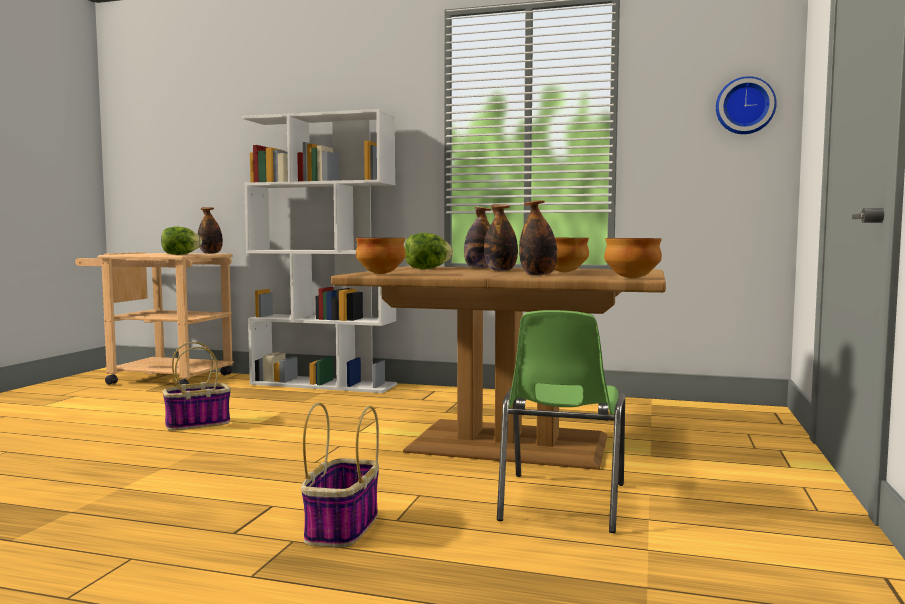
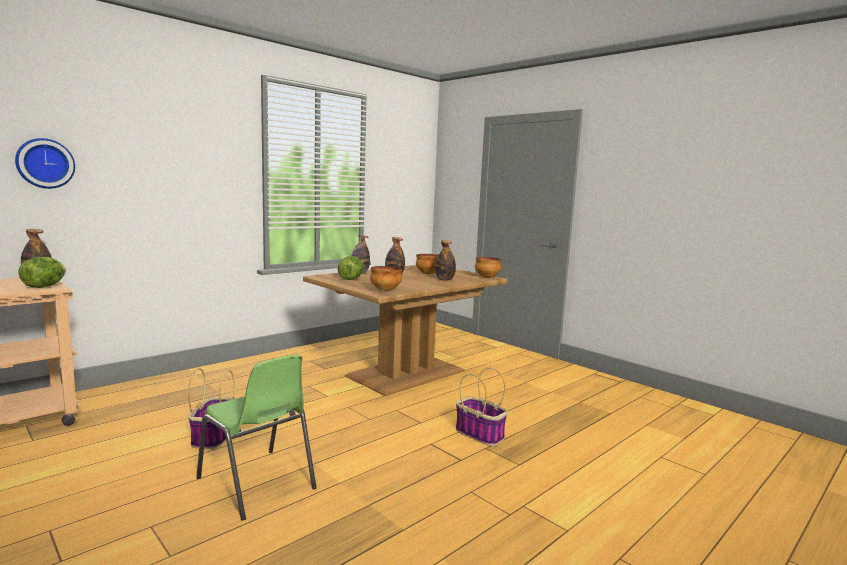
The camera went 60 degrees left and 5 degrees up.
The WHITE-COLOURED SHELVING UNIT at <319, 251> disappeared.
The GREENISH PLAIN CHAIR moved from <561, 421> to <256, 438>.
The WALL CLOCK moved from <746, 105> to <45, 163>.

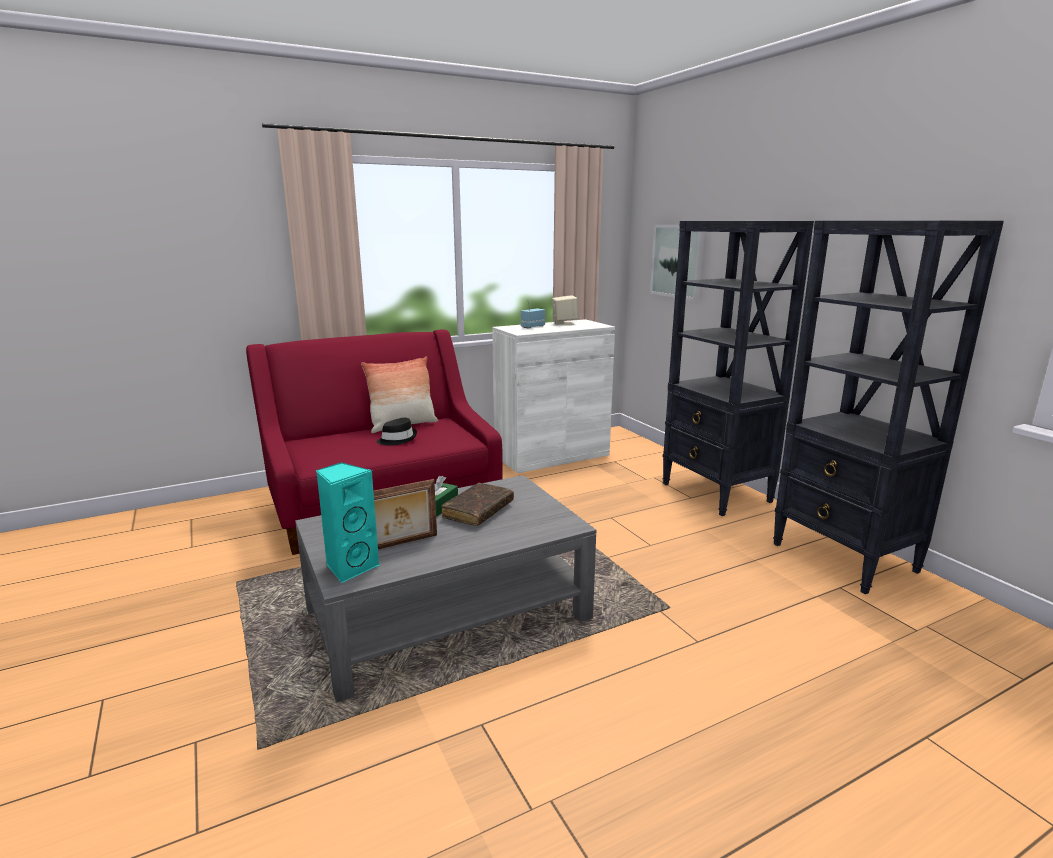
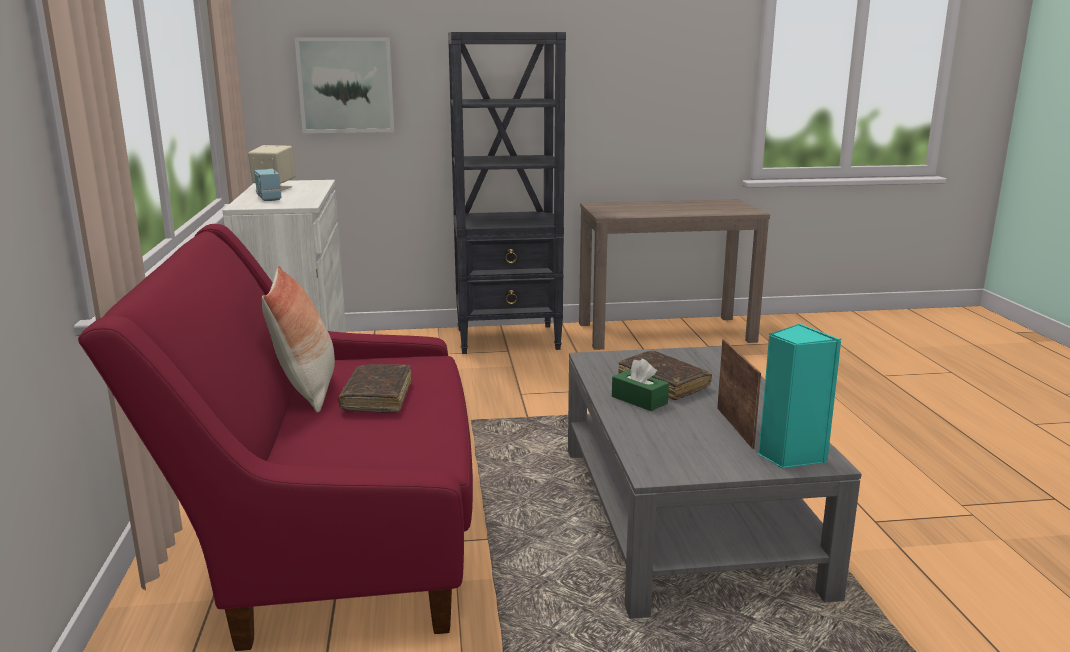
The camera went 70 degrees left and 0 degrees up.
The BLACKISH WEARABLE HAT at <396, 432> was replaced by the BROWN-COLOURED BOUND BOOK at <374, 388>.
The BLACKISH SHELVING UNIT at <888, 407> was replaced by the BROWN-COLOURED CONSOLE TABLE at <674, 274>.

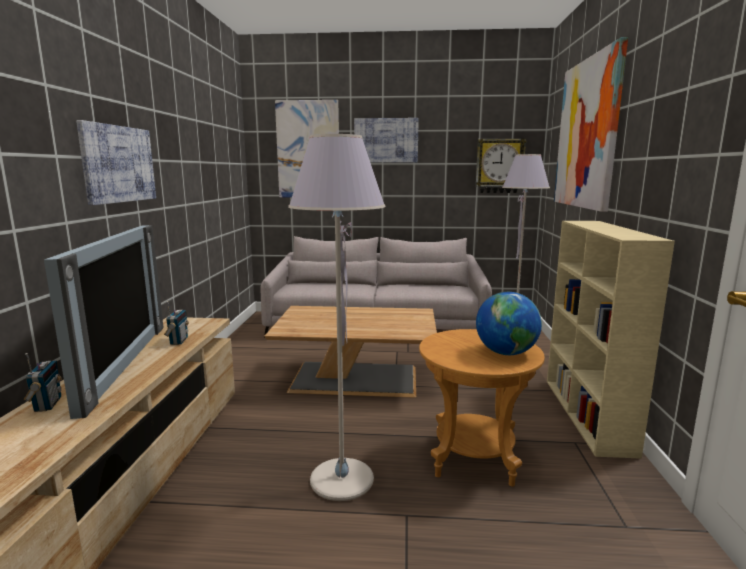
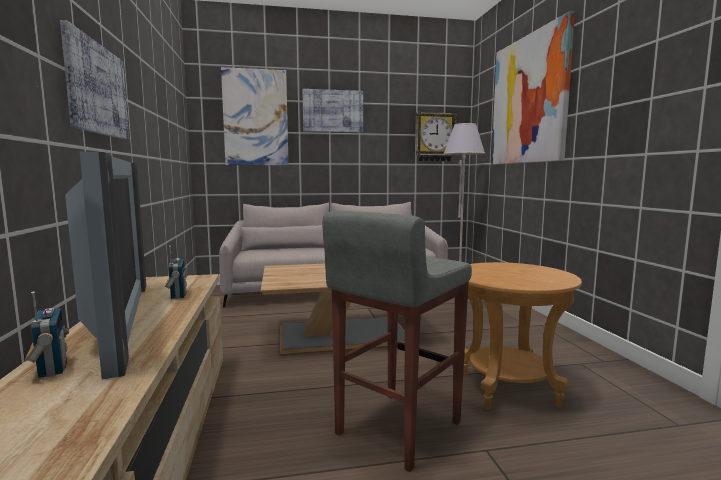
The camera went 15 degrees left and 5 degrees down.
The GREY STANDARD LAMP at <337, 317> was replaced by the GREY STOOL SEAT at <397, 341>.
The GLOBE at <509, 323> disappeared.
The BEIGE-COLOURED SHELVING UNIT at <611, 340> disappeared.

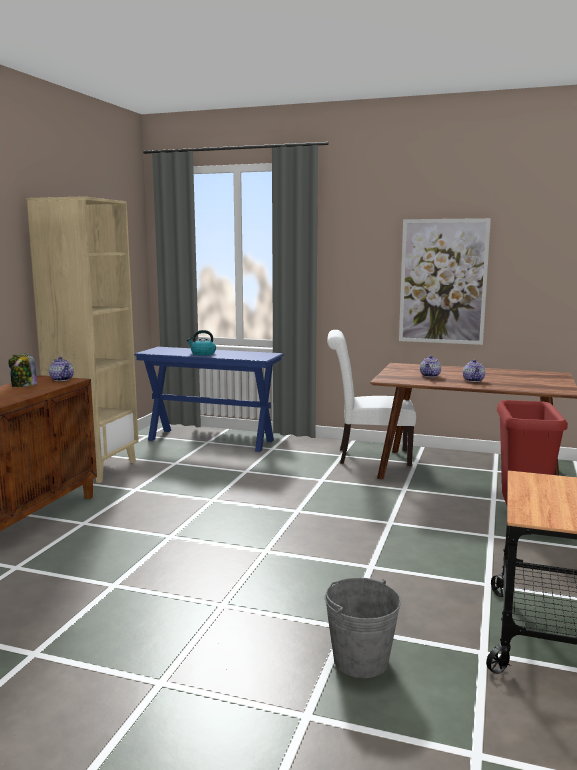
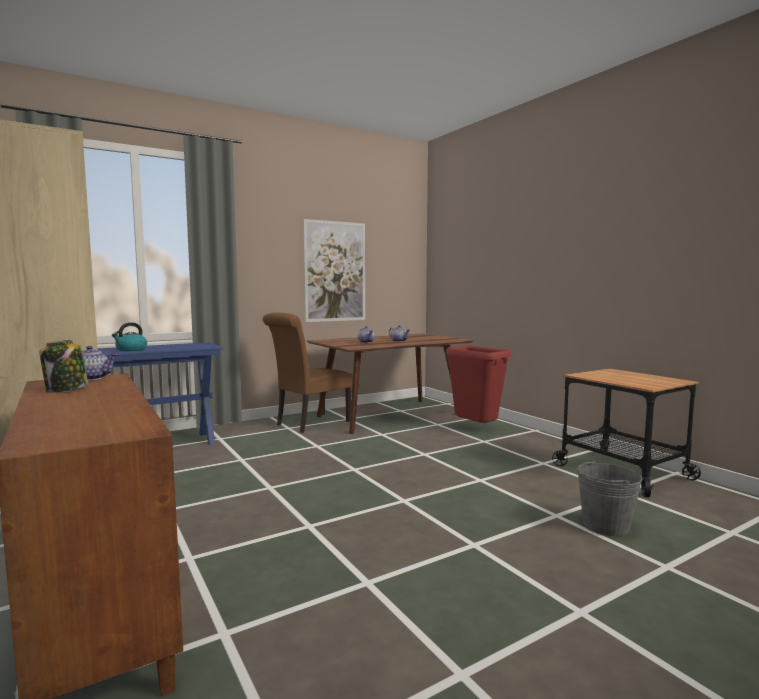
The camera went 50 degrees left and 5 degrees down.
The WHITE-COLOURED PLAIN CHAIR at <371, 398> became the BROWN-COLOURED PLAIN CHAIR at <308, 373>.

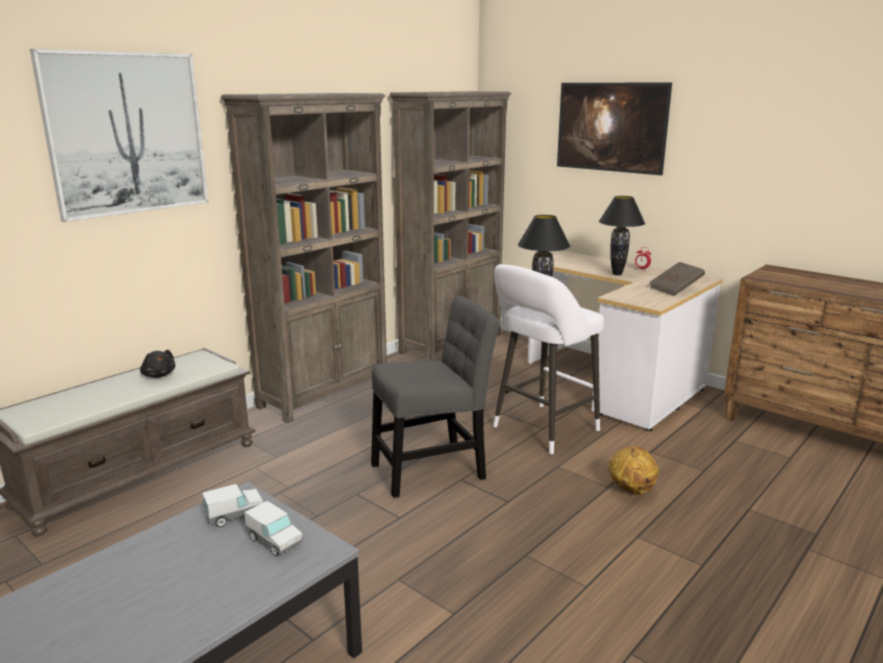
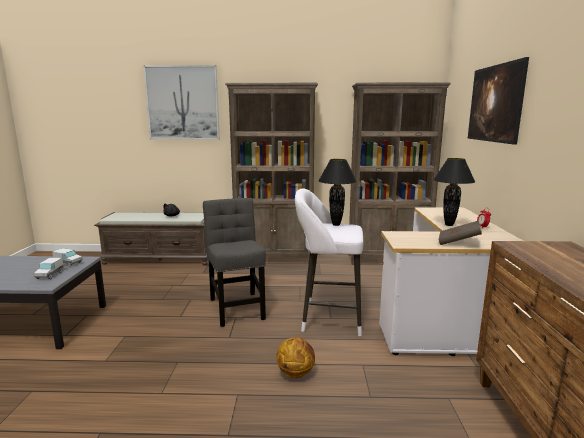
The camera went 50 degrees right and 5 degrees down.
The GREY PLAIN CHAIR at <435, 397> turned 135 degrees counterclockwise.

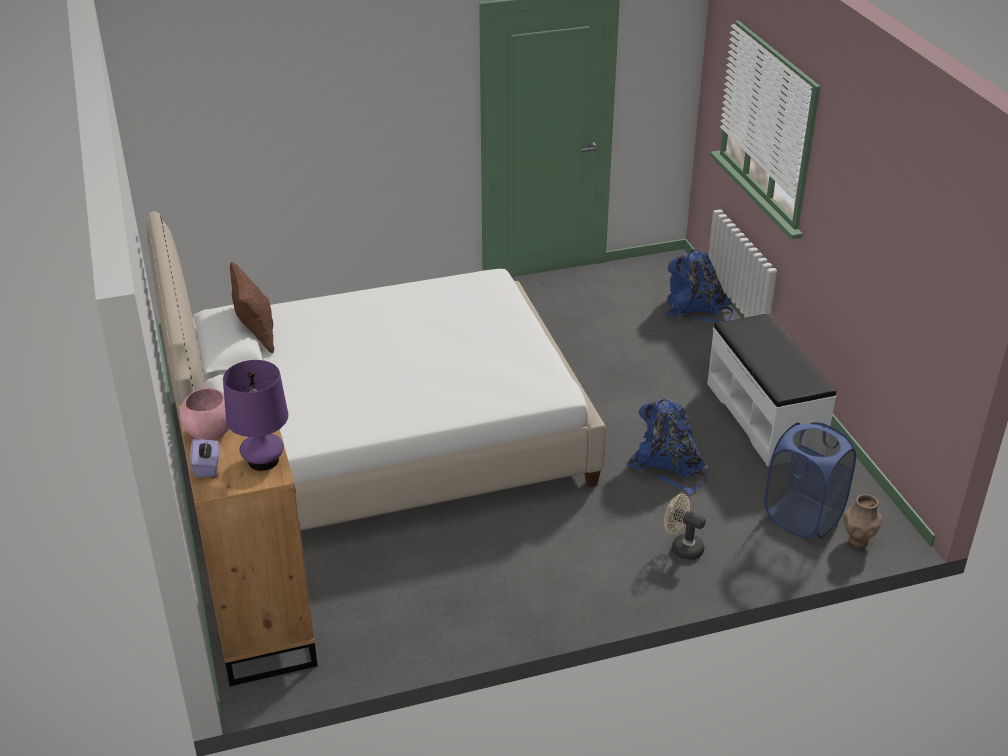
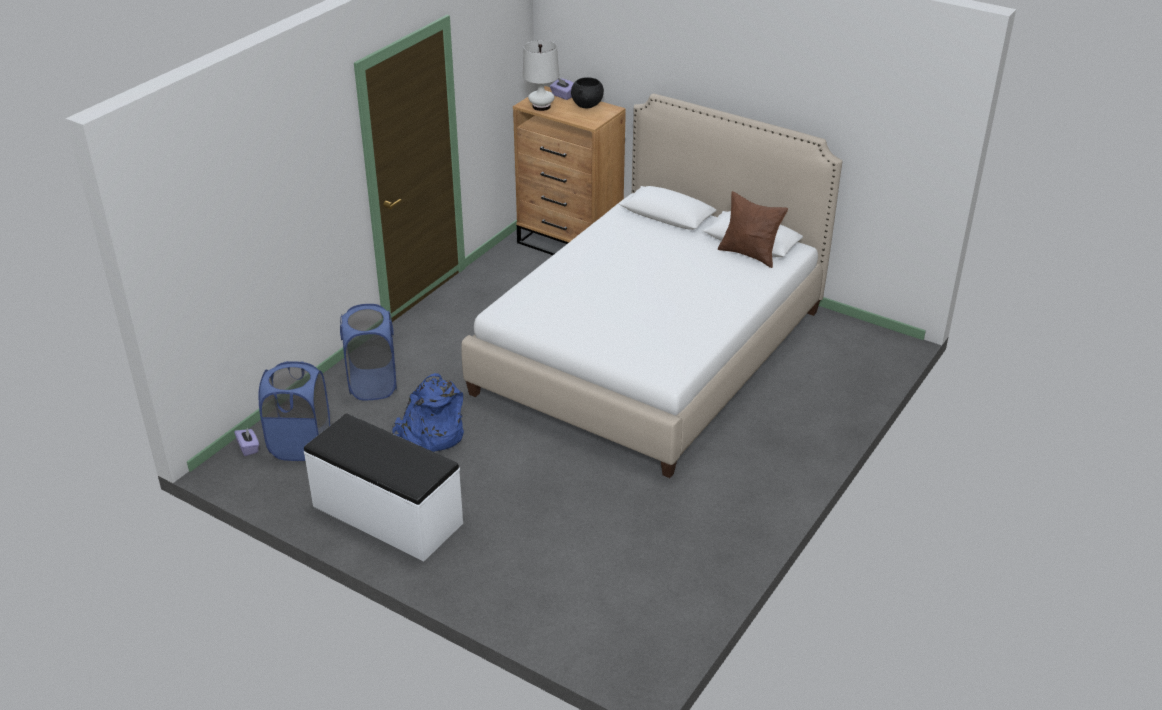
The camera went 140 degrees right and 0 degrees up.
The PINK DEEP DISH at <204, 414> became the BLACKISH DEEP DISH at <587, 92>.
The PURPLE-COLOURED LAMP FOR A TABLE at <255, 415> became the WHITE-COLOURED LAMP FOR A TABLE at <541, 75>.
The BEIGE-COLOURED FAN at <685, 527> was replaced by the BLUE HAMPER at <368, 352>.
The BLUE KNAPSACK at <699, 285> disappeared.
The BROWN-COLOURED DECORATIVE VASE at <863, 521> was replaced by the PURPLE-COLOURED TISSUE BOX at <246, 442>.

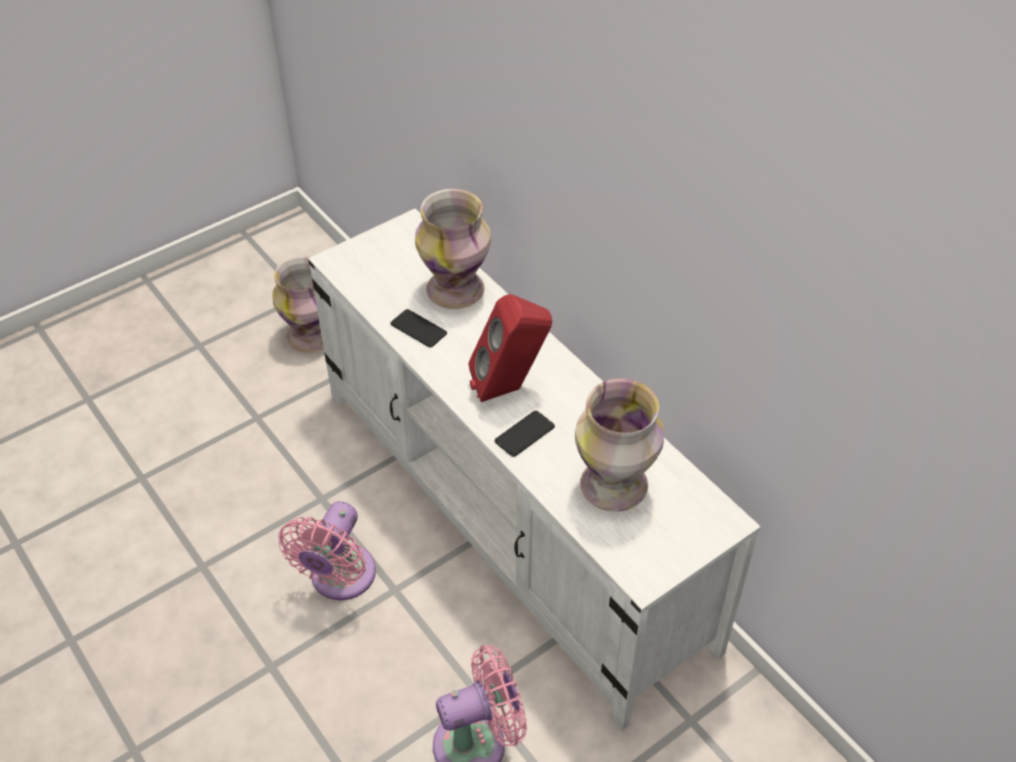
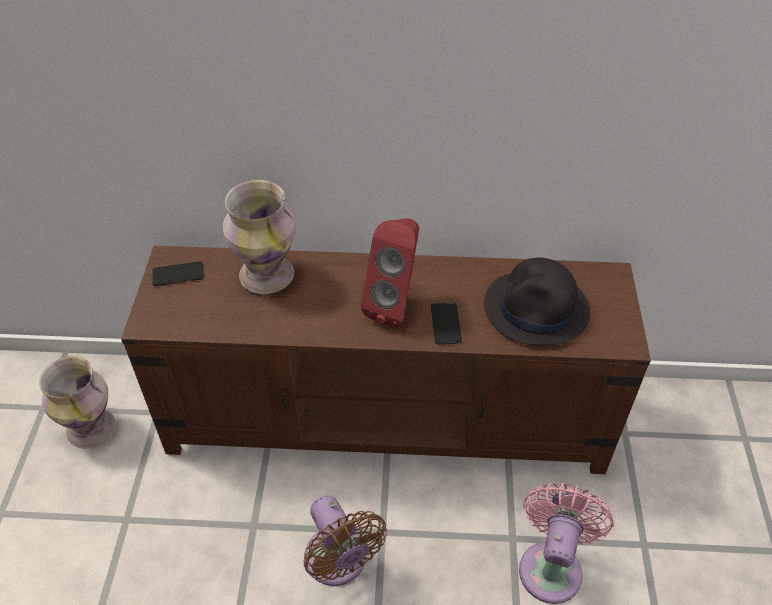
The camera went 50 degrees left and 0 degrees up.
The PINK FAN at <327, 550> became the BROWN-COLOURED FAN at <345, 540>.
The WHITE-COLOURED TV UNIT at <534, 470> became the BROWN-COLOURED TV UNIT at <386, 359>.
The PHONE moved from <418, 328> to <178, 273>.
The DECORATIVE VASE at <619, 445> was replaced by the BLACKISH WEARABLE HAT at <537, 301>.

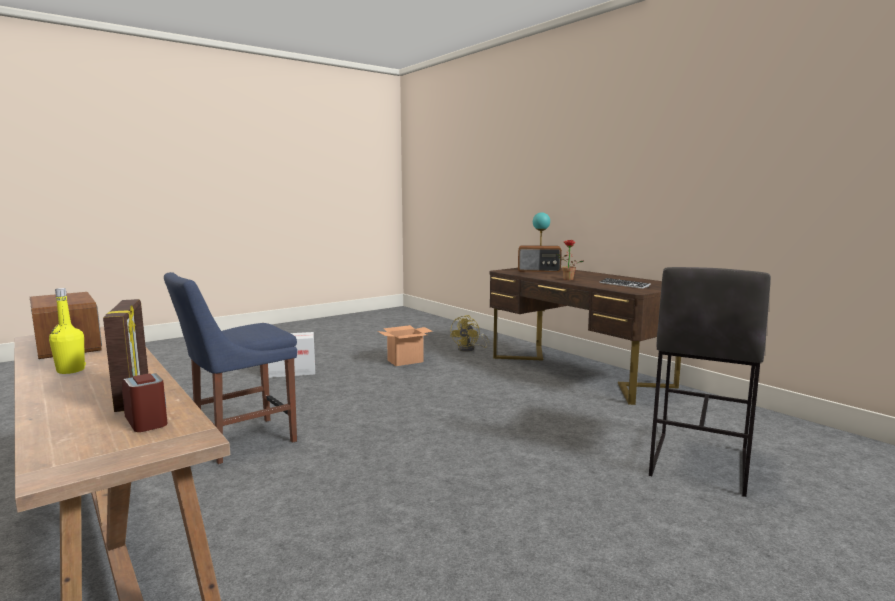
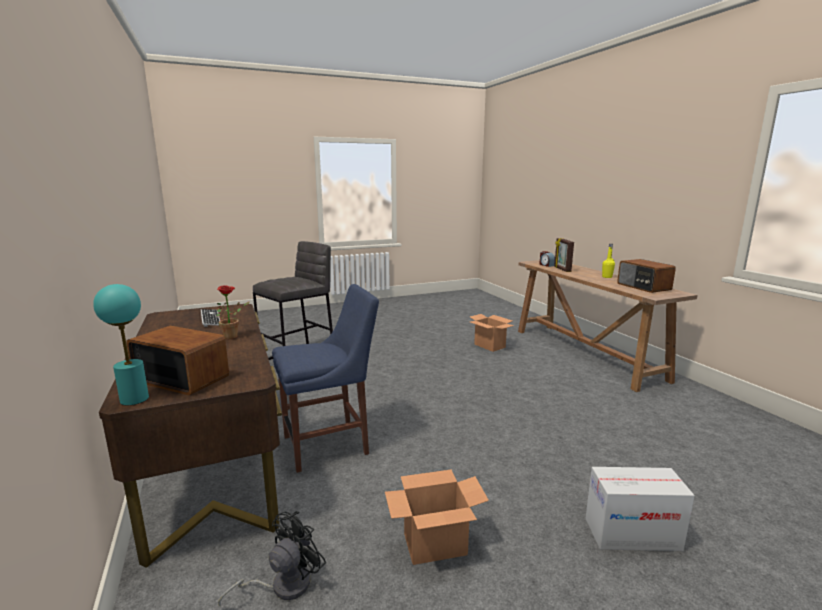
The camera went 165 degrees left and 5 degrees up.
The BLUE PLAIN CHAIR moved from <230, 368> to <325, 378>.
The YELLOW-COLOURED FAN at <470, 333> became the BLACKISH FAN at <272, 559>.
The PACKING BOX at <492, 333> appeared.

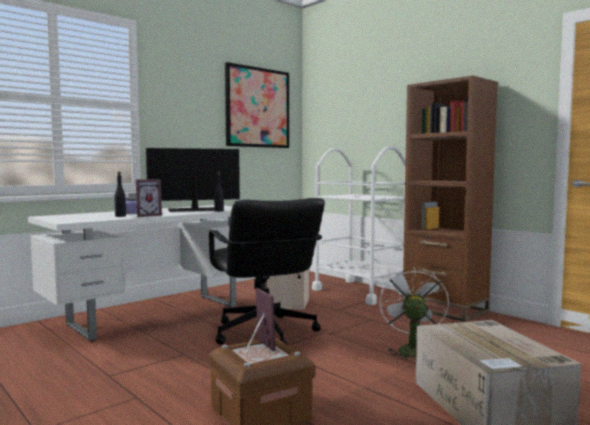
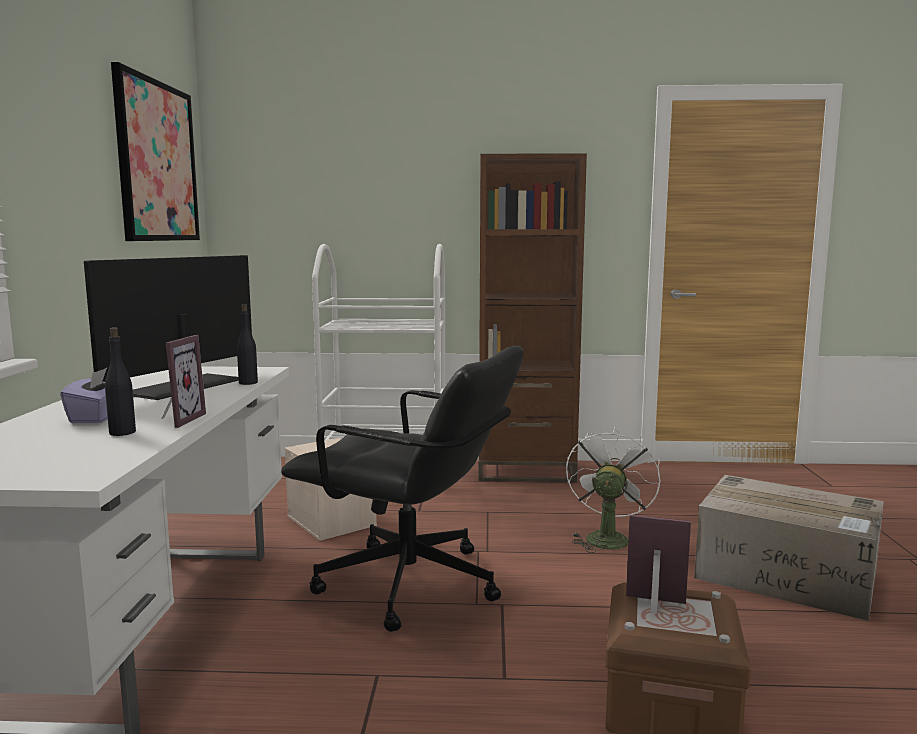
The camera went 45 degrees left and 5 degrees up.
The WHITE-COLOURED FAN at <414, 314> turned 60 degrees clockwise.

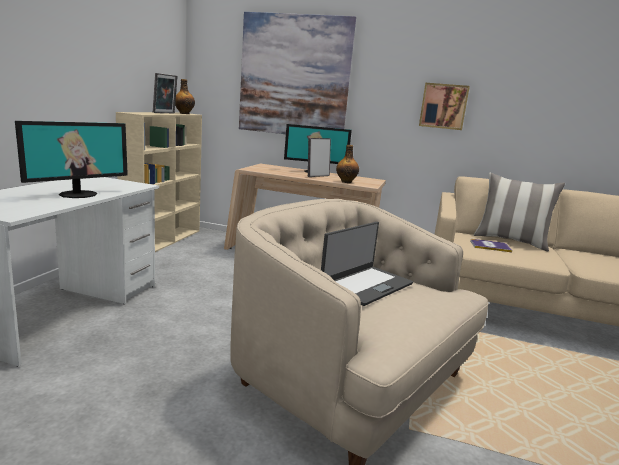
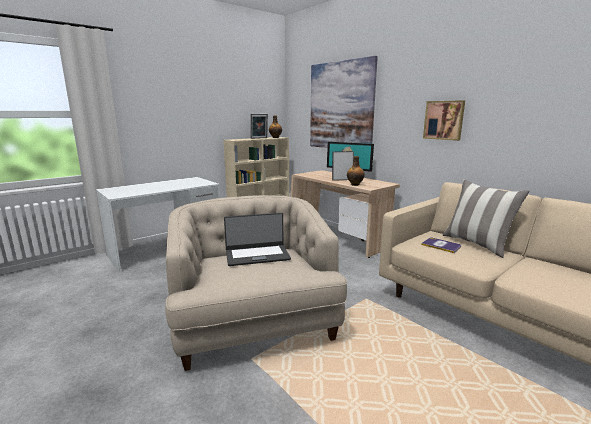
The camera went 35 degrees right and 0 degrees up.
The COMPUTER DISPLAY at <71, 159> disappeared.

